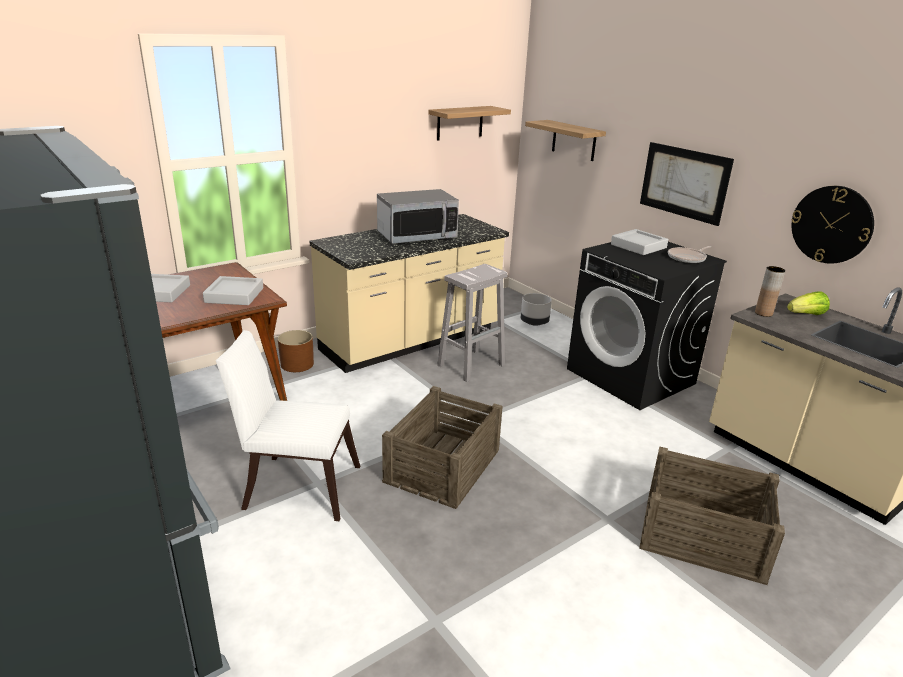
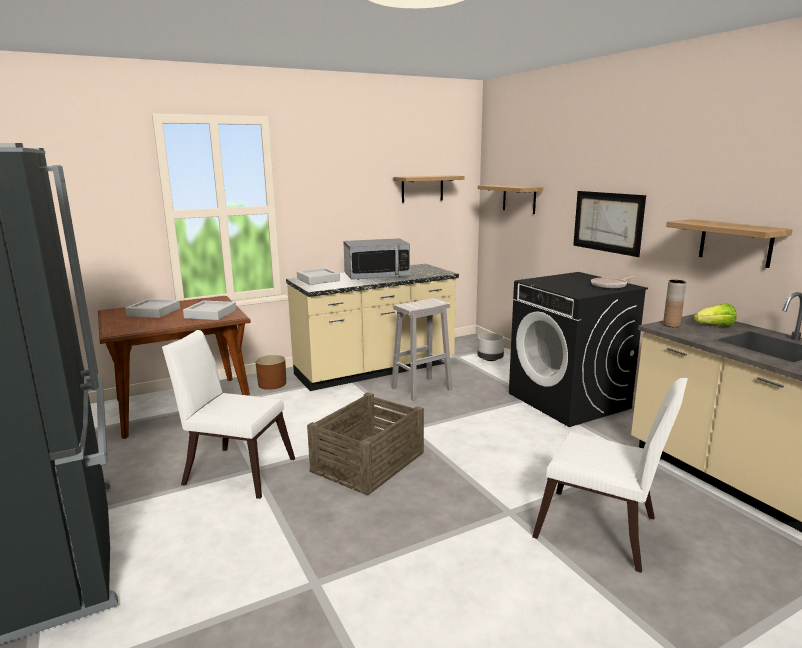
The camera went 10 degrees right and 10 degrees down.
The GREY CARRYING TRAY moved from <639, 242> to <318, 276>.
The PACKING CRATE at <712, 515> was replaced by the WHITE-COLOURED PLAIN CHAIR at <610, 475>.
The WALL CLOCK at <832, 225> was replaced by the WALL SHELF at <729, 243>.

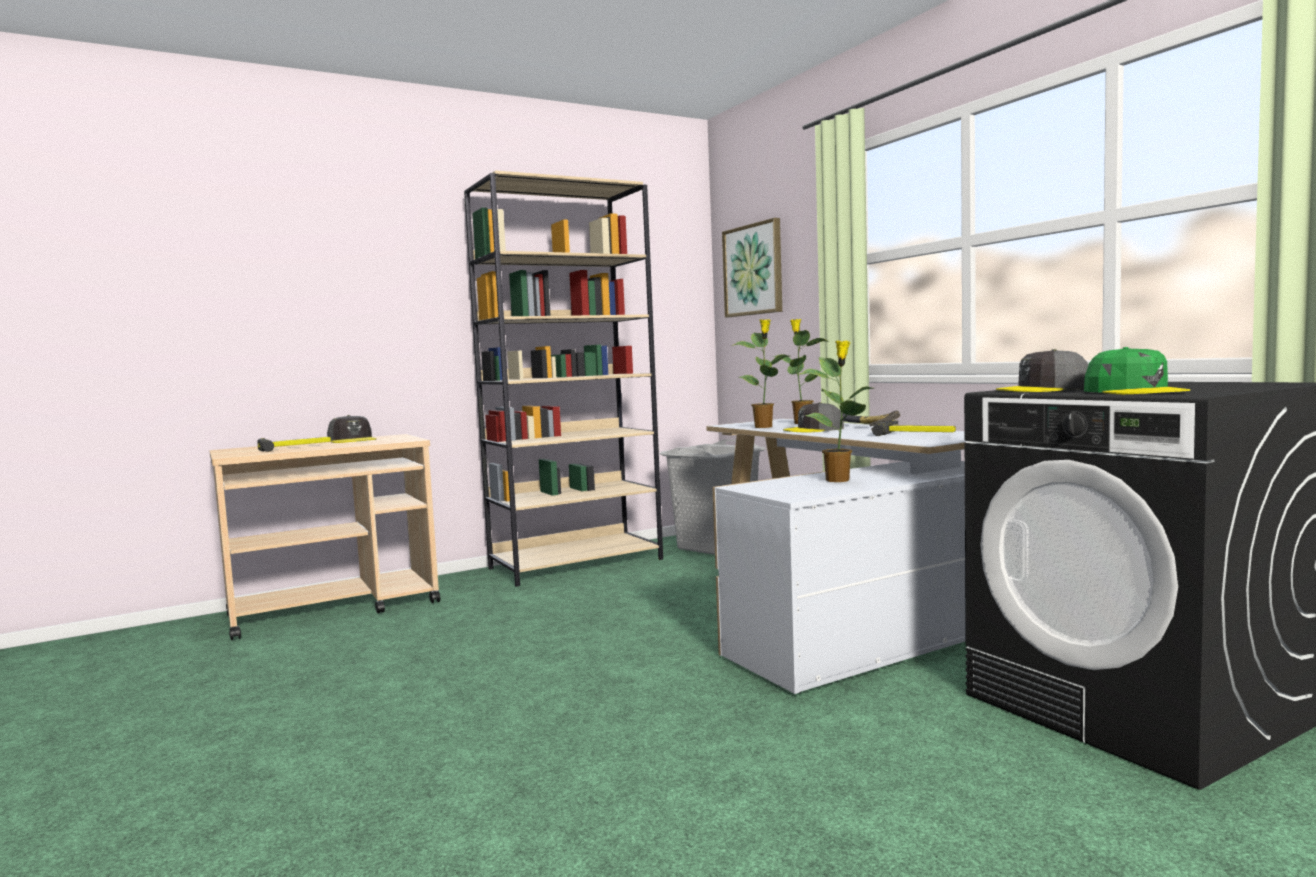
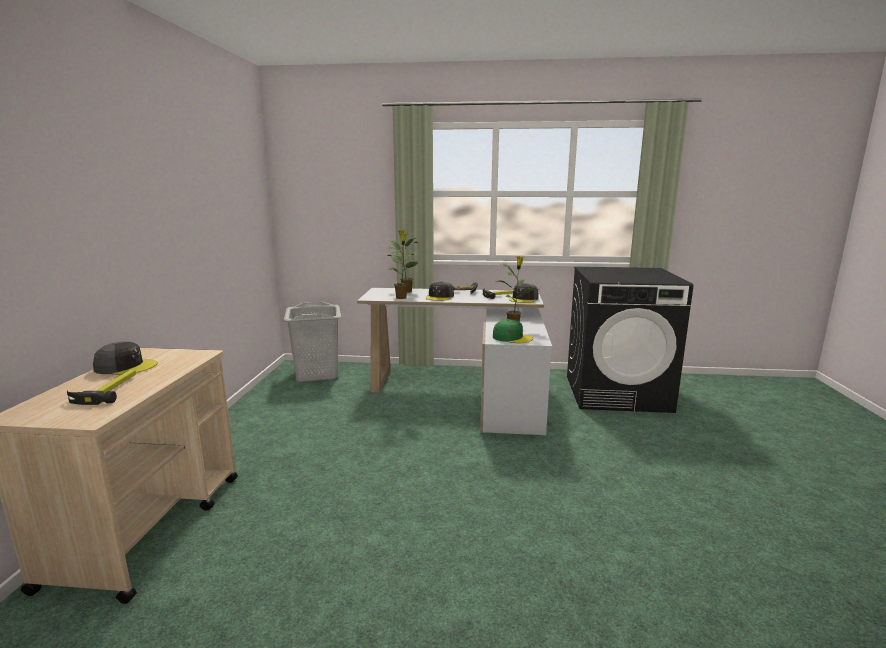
The camera went 55 degrees left and 10 degrees up.
The BEIGE-COLOURED SHELVING UNIT at <563, 378> disappeared.
The PICTURE at <752, 267> disappeared.
The GREY CAP moved from <1042, 370> to <524, 293>.
The GREENISH CAP moved from <1137, 370> to <513, 331>.

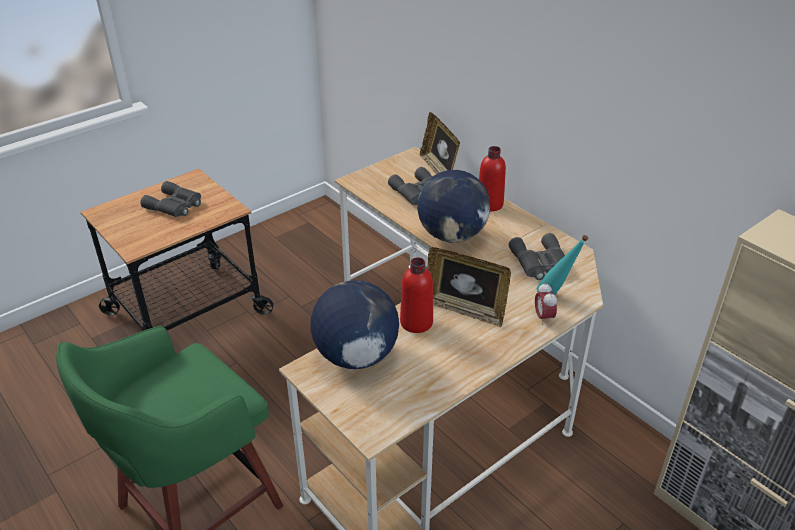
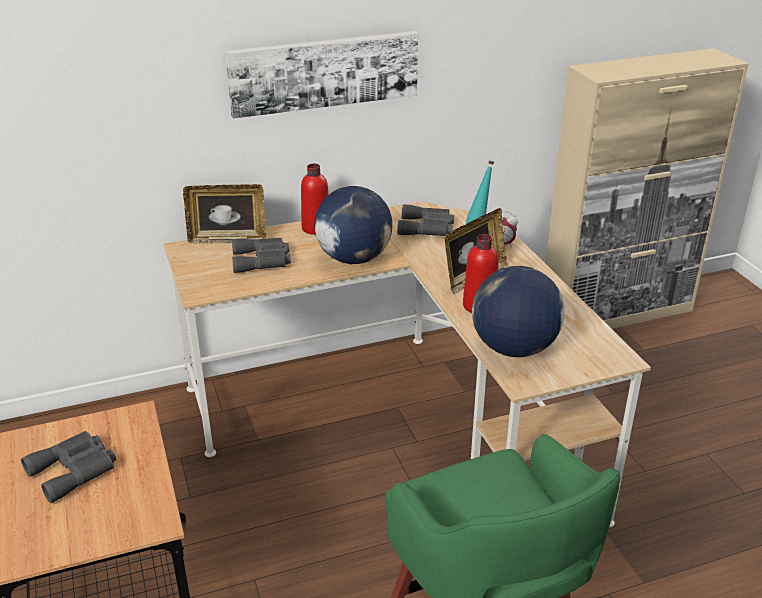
The camera went 70 degrees left and 5 degrees down.
The PICTURE at <321, 75> appeared.

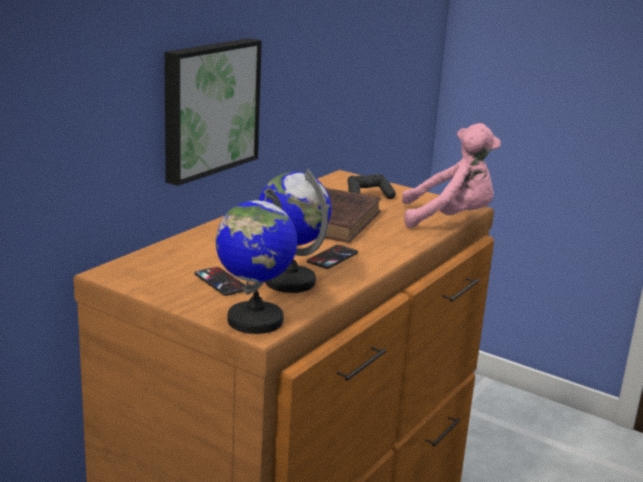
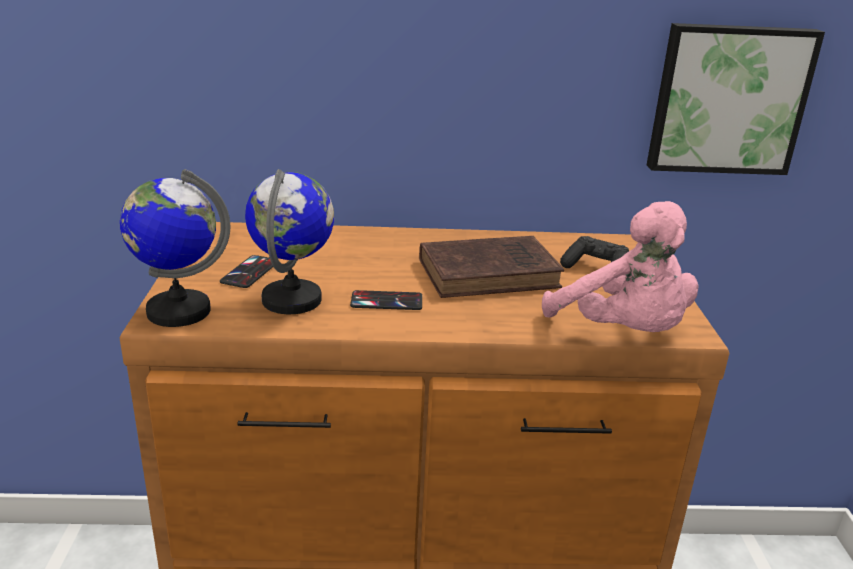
The camera went 55 degrees right and 5 degrees up.
The PICTURE moved from <213, 112> to <736, 99>.

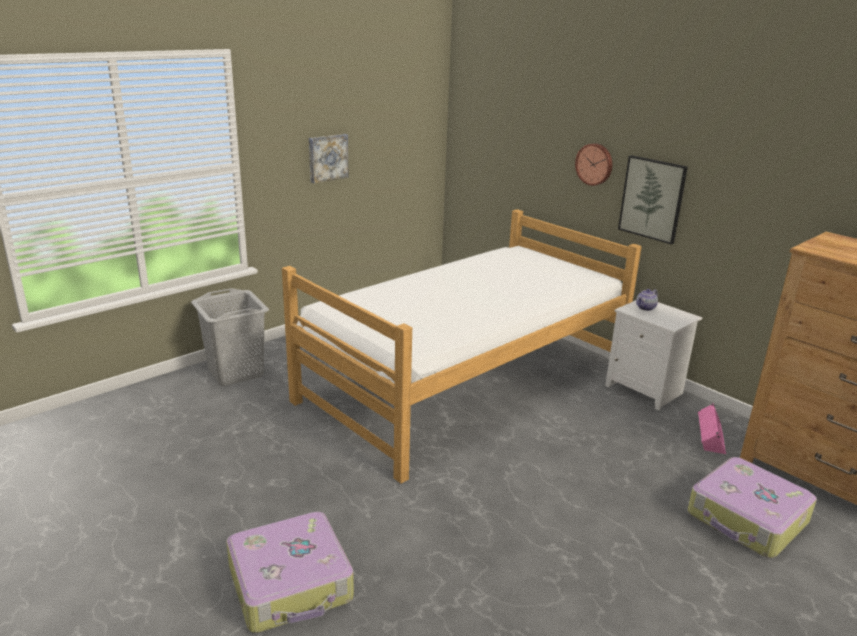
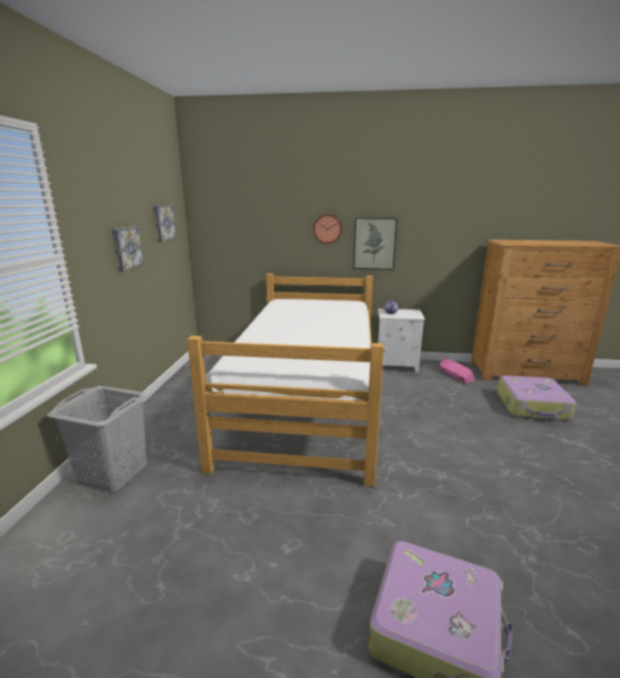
The camera went 40 degrees left and 5 degrees down.
The PICTURE at <164, 224> appeared.

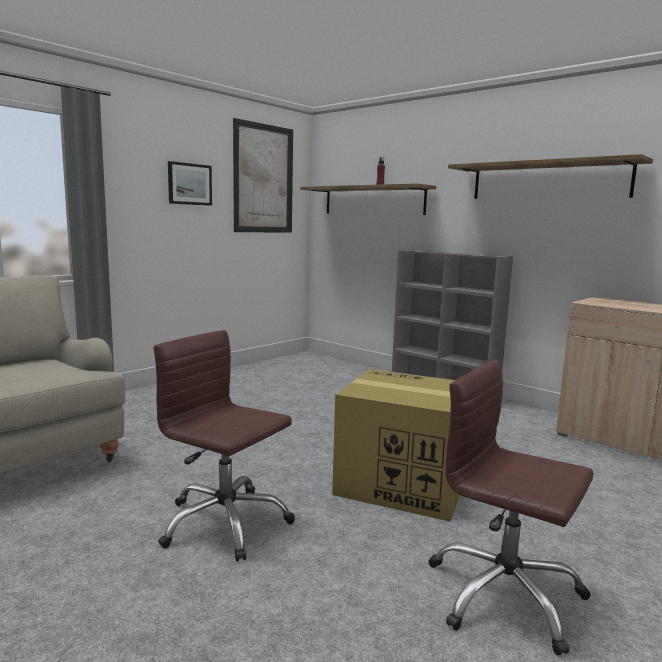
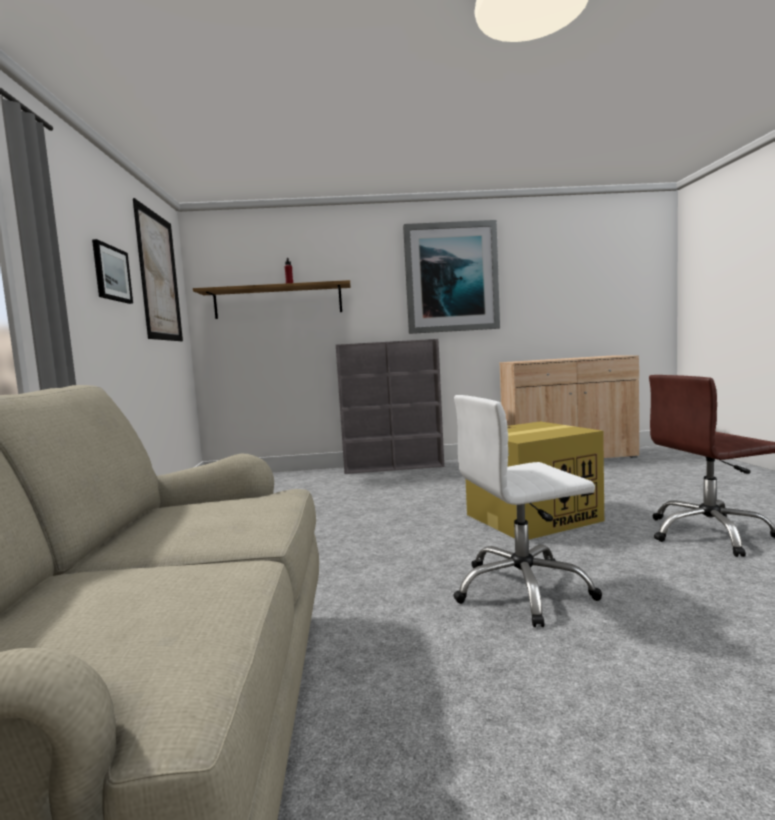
The camera went 45 degrees left and 5 degrees down.
The BROWN-COLOURED OFFICE CHAIR at <224, 446> became the WHITE-COLOURED OFFICE CHAIR at <527, 511>.
The WALL SHELF at <550, 176> was replaced by the PICTURE at <451, 277>.

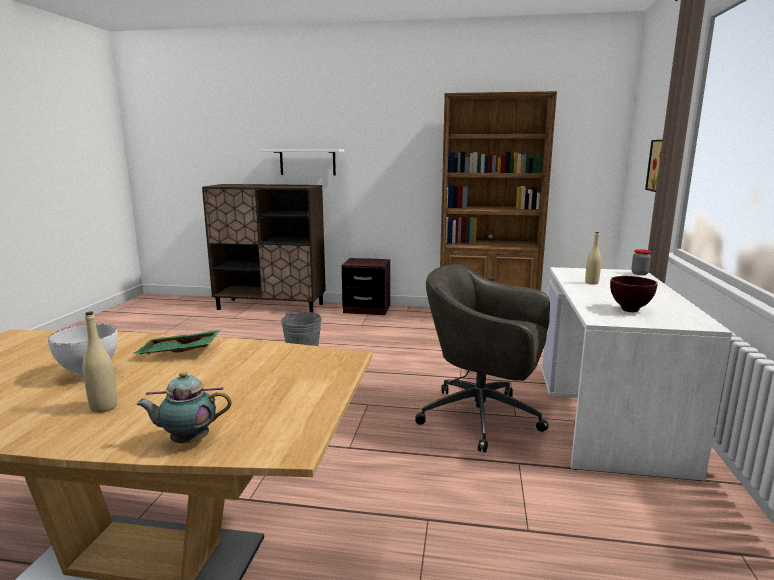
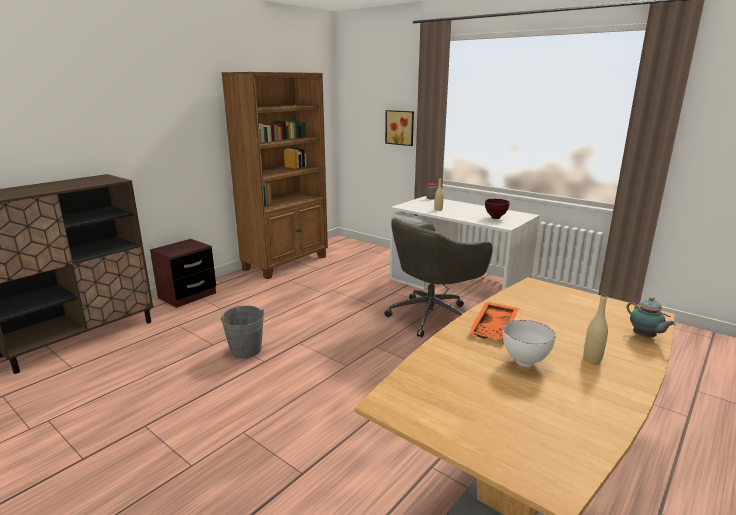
The camera went 60 degrees left and 5 degrees up.
The GREENISH CARRYING TRAY at <176, 342> became the ORANGE CARRYING TRAY at <494, 321>.
The TEA POT at <184, 407> turned 45 degrees counterclockwise.
The WHITE-COLOURED WALL SHELF at <303, 162> disappeared.

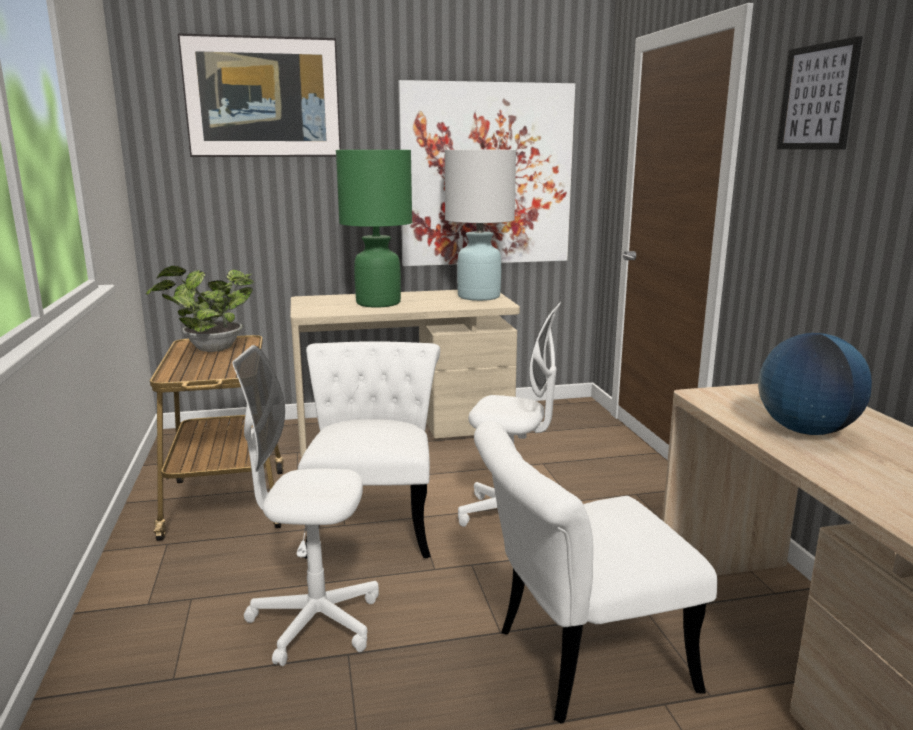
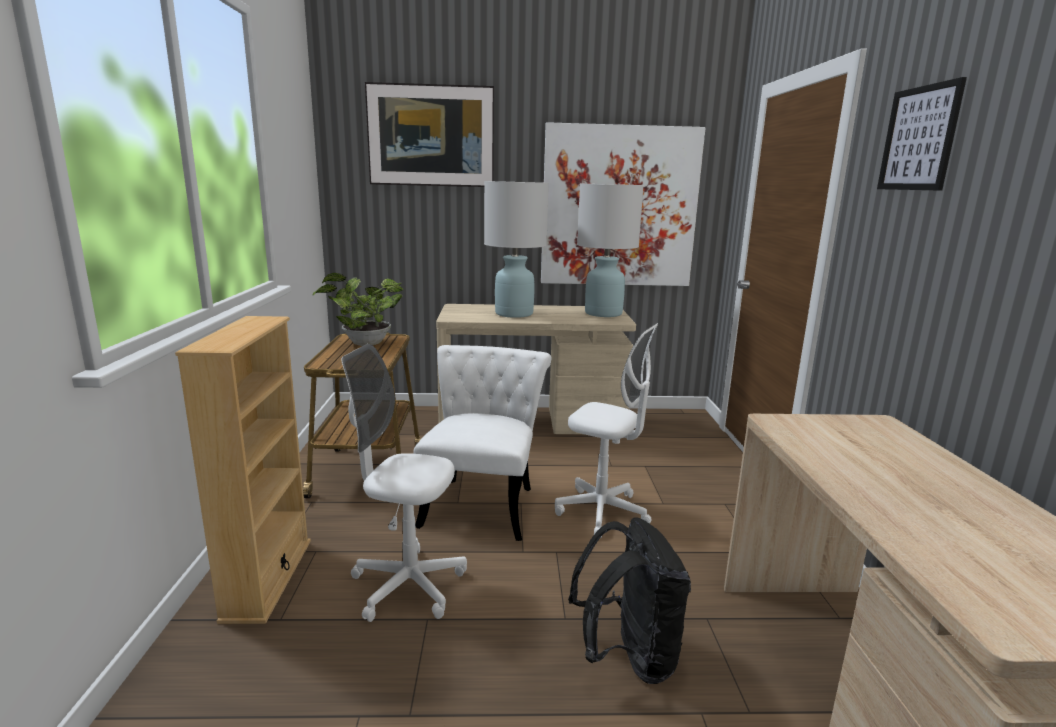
The camera went 10 degrees right and 0 degrees up.
The GREENISH LAMP FOR A TABLE at <374, 228> became the WHITE-COLOURED LAMP FOR A TABLE at <516, 249>.
The WHITE-COLOURED PLAIN CHAIR at <595, 572> was replaced by the BLACKISH KNAPSACK at <629, 600>.
The GLOBE at <815, 384> disappeared.
The BEIGE-COLOURED SHELVING UNIT at <243, 470> appeared.

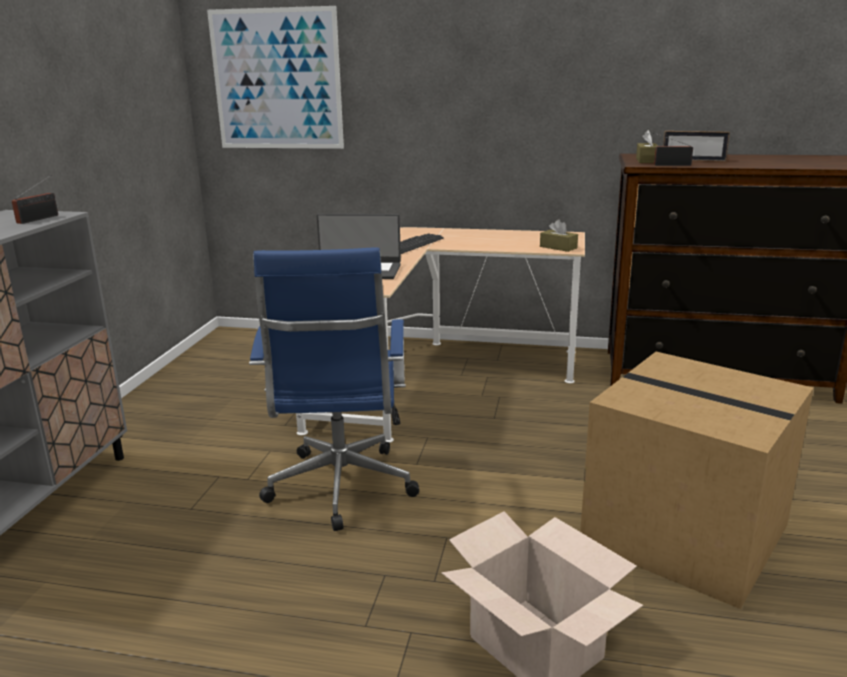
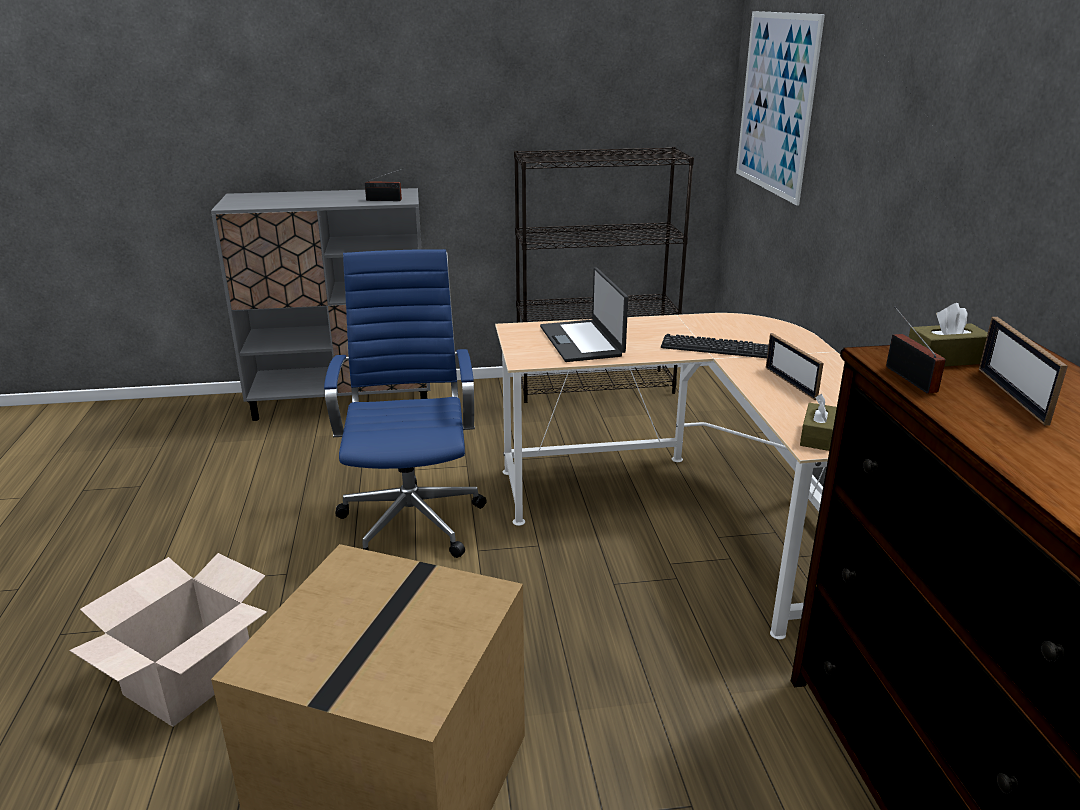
The camera went 70 degrees right and 5 degrees up.
The BLUE OFFICE CHAIR at <334, 389> turned 105 degrees clockwise.
The BLACKISH SHELVING UNIT at <604, 275> appeared.
The PICTURE FRAME at <795, 366> appeared.

